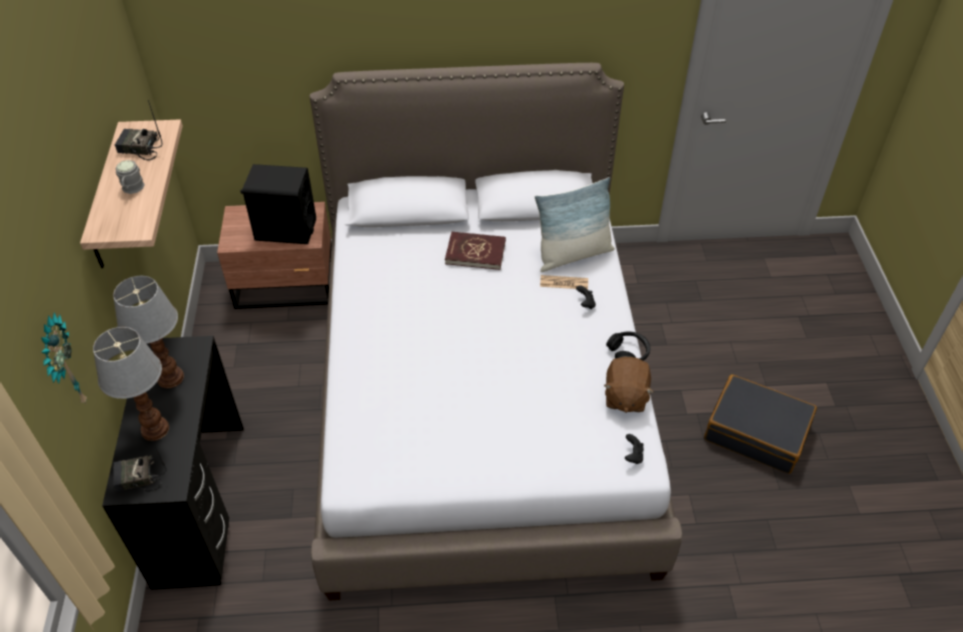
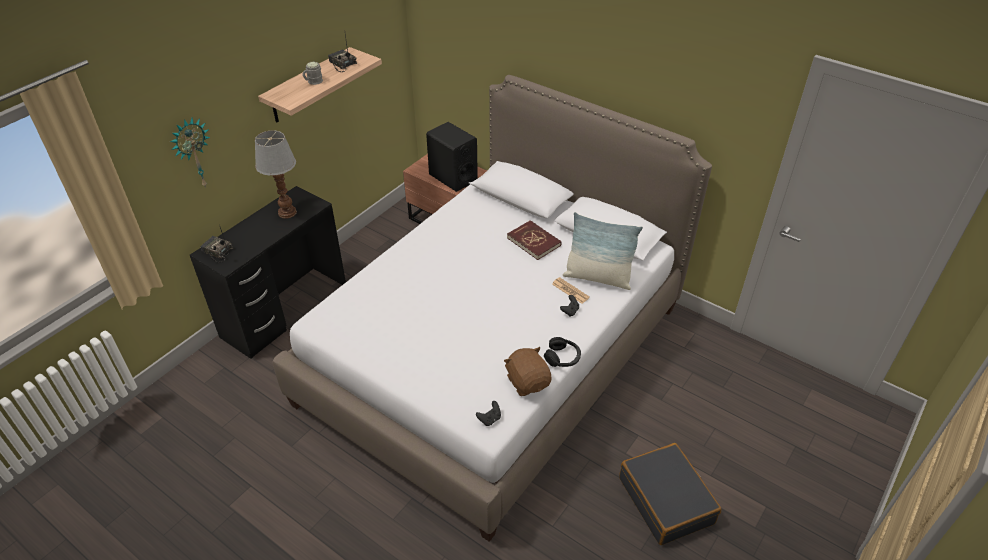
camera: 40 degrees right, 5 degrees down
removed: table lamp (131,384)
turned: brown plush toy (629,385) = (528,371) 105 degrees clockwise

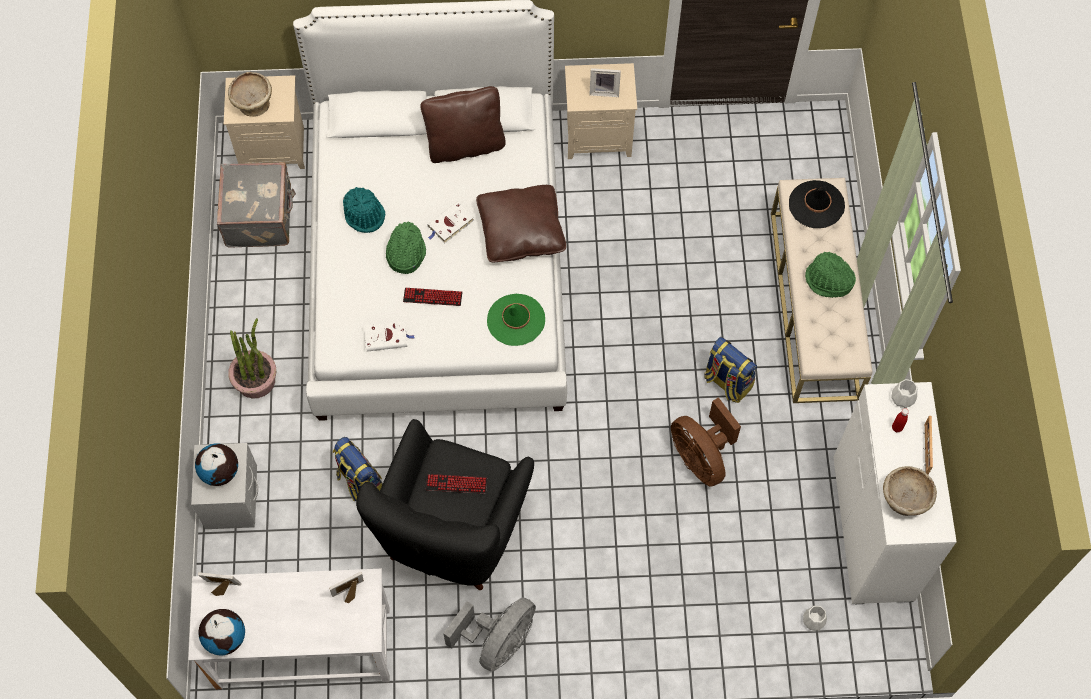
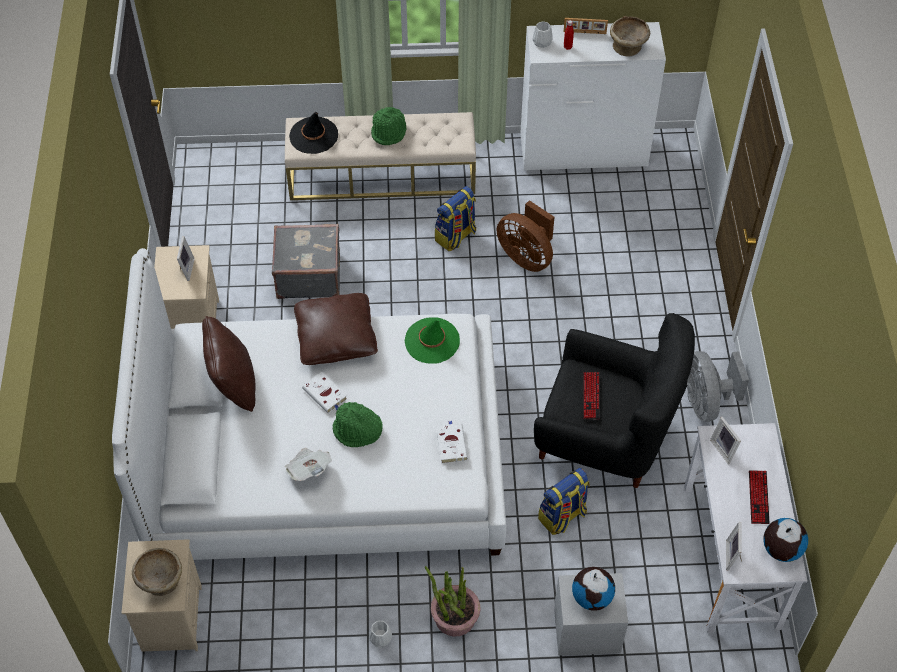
camera: 90 degrees left, 10 degrees down
moved: grey suitcase (256,205) to (306,261); white vase (815,618) to (380,634); keyboard (432,297) to (759,497)
replaced: turquoise hat (364,210) to newspaper (308,464)
turned: brown fan (706,441) = (525,236) 75 degrees clockwise; grey fan (489,634) = (718,386) 135 degrees counterclockwise

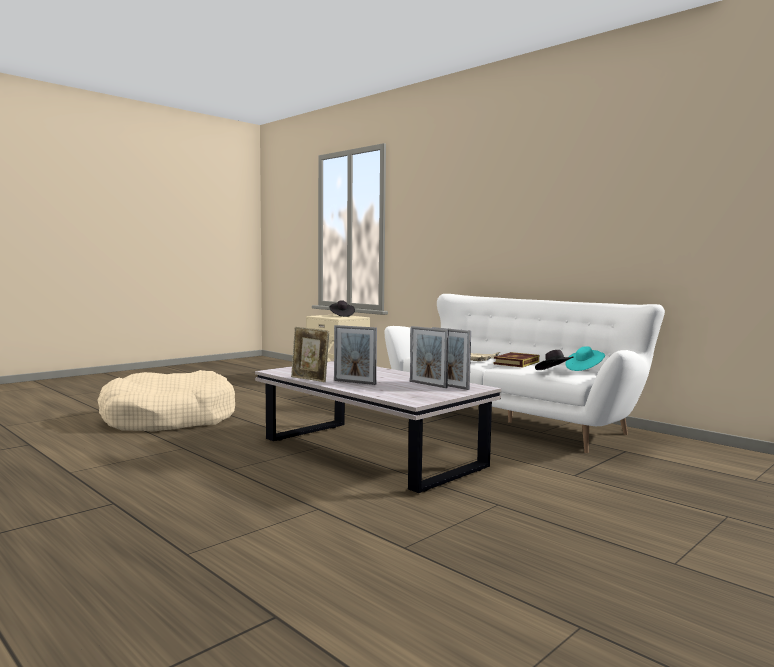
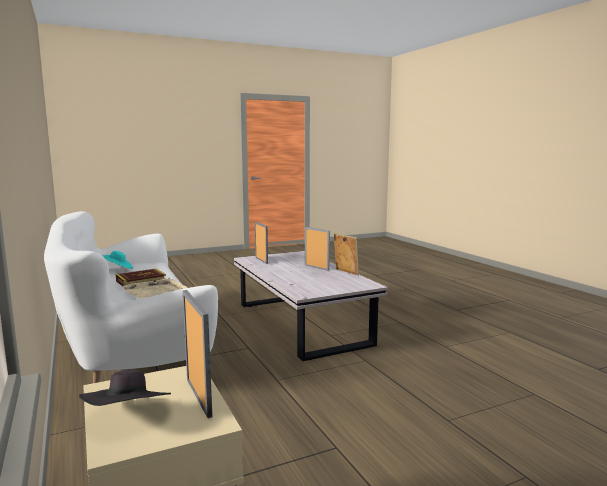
camera: 160 degrees left, 5 degrees up
removed: beige dog bed (166,401); black hat (554,360)
moved: picture frame (429,357) to (197,354)

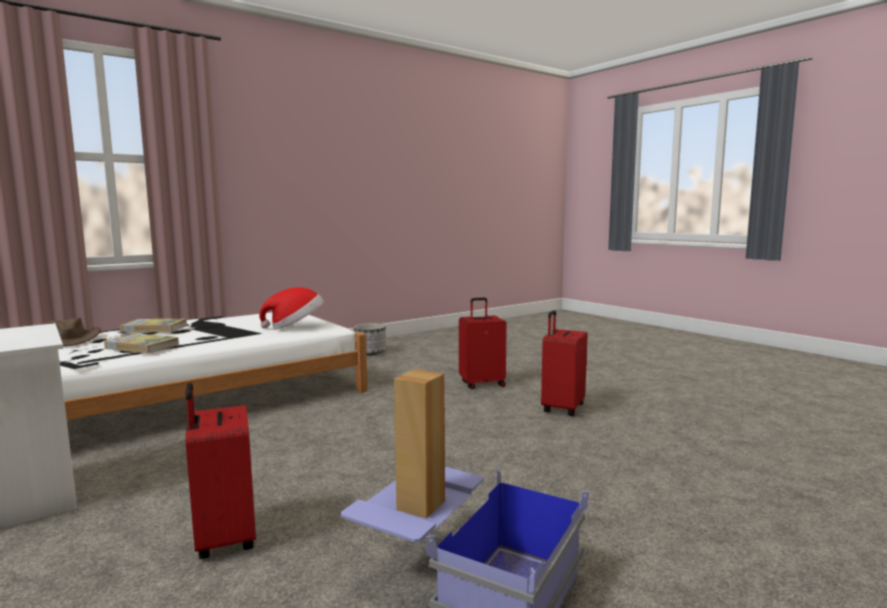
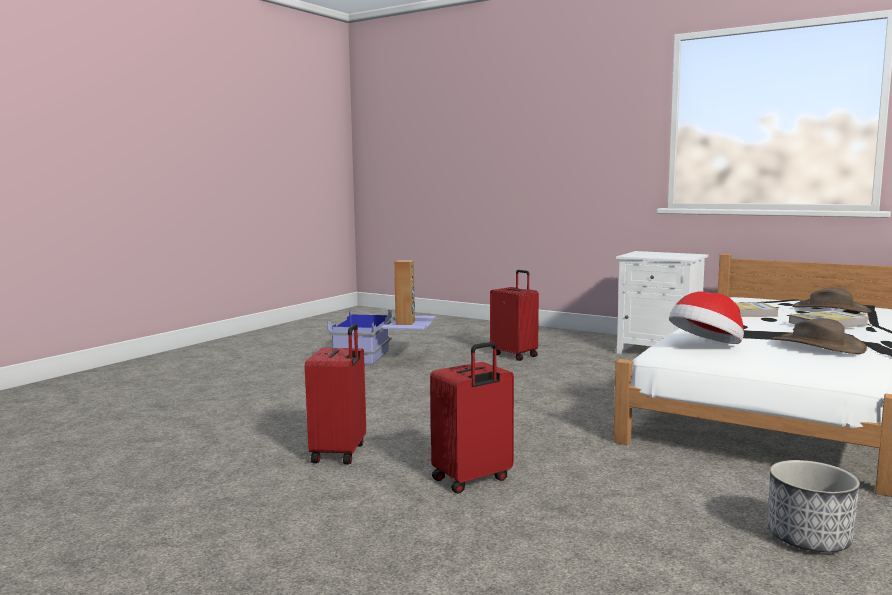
camera: 160 degrees right, 0 degrees up
added: brown hat (819,336)

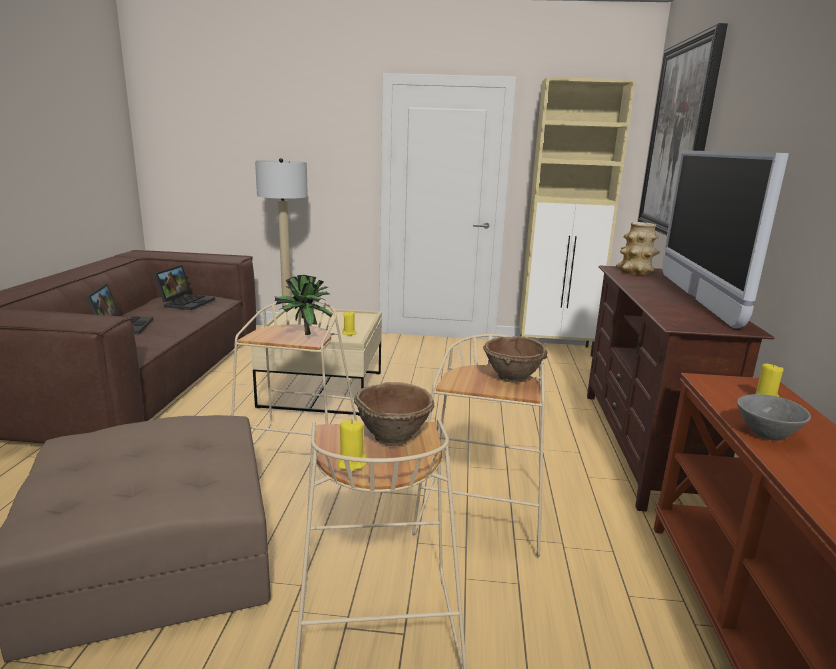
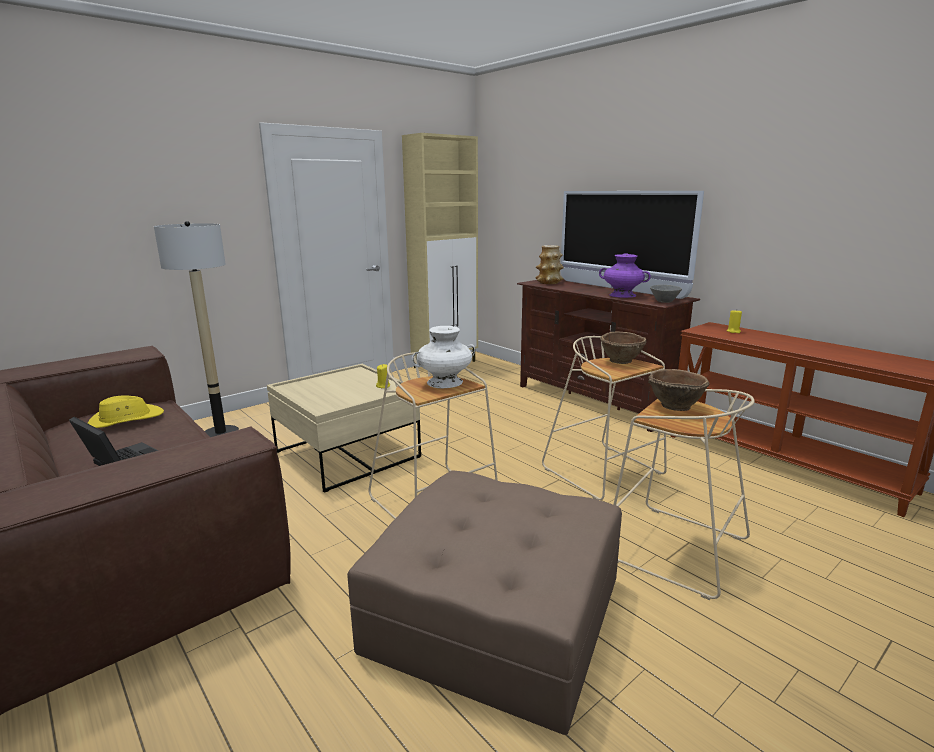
camera: 45 degrees left, 0 degrees up
removed: yellow candle (352,446); picture (683,129)
added: purple vase (625,275)
moved: grey bowl (774,417) to (666,294)
replaced: laptop (184,287) to yellow hat (126,411); potted plant (304,305) to white vase (443,357)

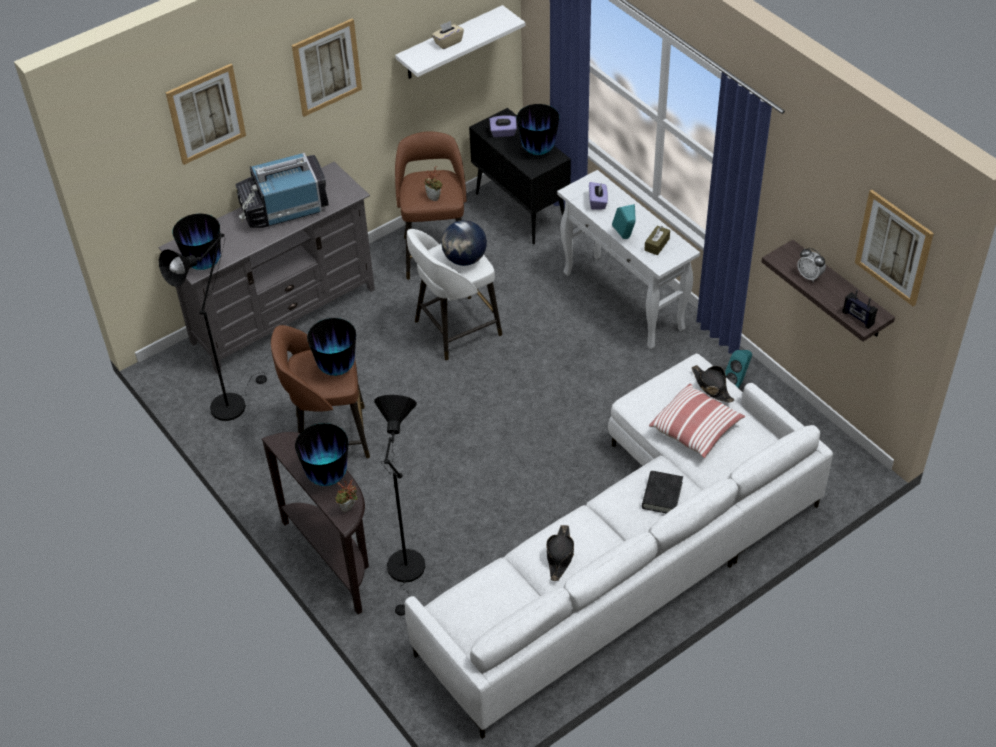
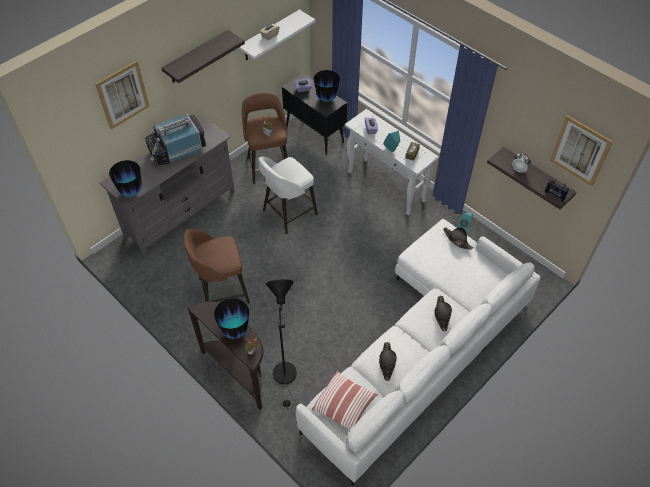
camera: 10 degrees left, 5 degrees up
removed: black floor lamp (213,326); vase (331,347); globe (464,243)
moved: pillow (697,421) to (345,401)
replaced: picture (327,67) to shelf (203,56); black book (662,492) to black hat (443,313)

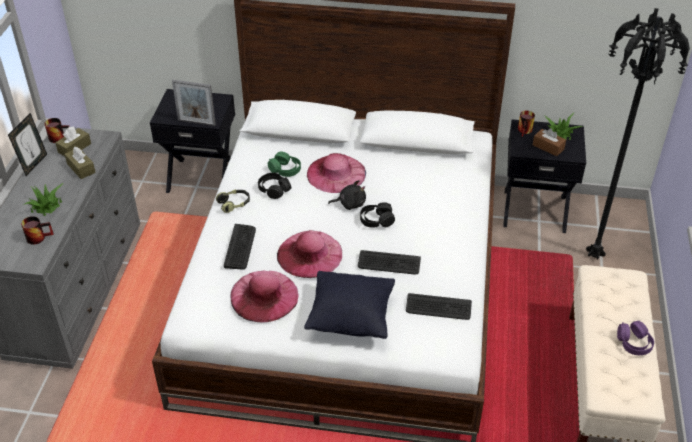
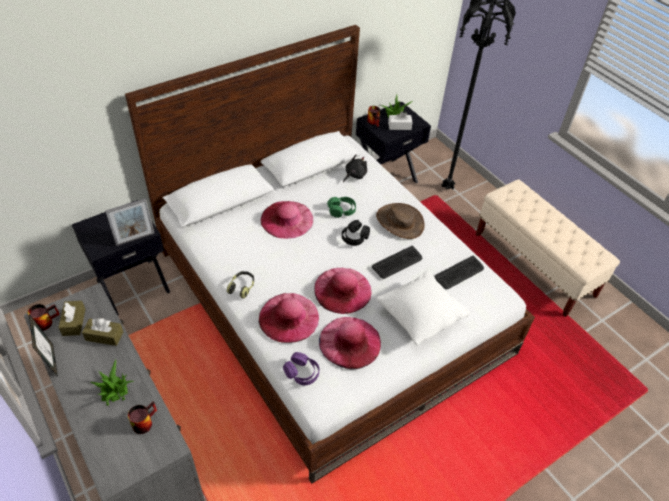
camera: 45 degrees left, 5 degrees up
removed: black headphones (274,186)
added: brown hat (400,221)
moved: purple headphones (635,338) to (301,368); green headphones (284,164) to (341,207); black plush toy (347,195) to (355,168)
replaced: keyboard (240,247) to pink hat (289,318)
recoloured: black pillow (349,305) to white pillow (423,308); brown tissue box (549,142) to white tissue box (400,120)

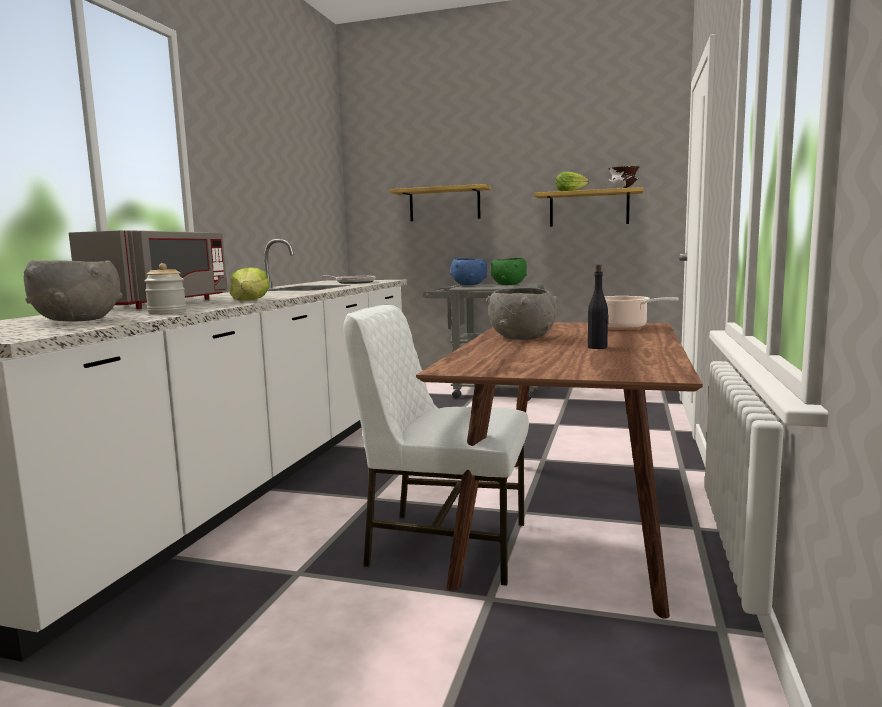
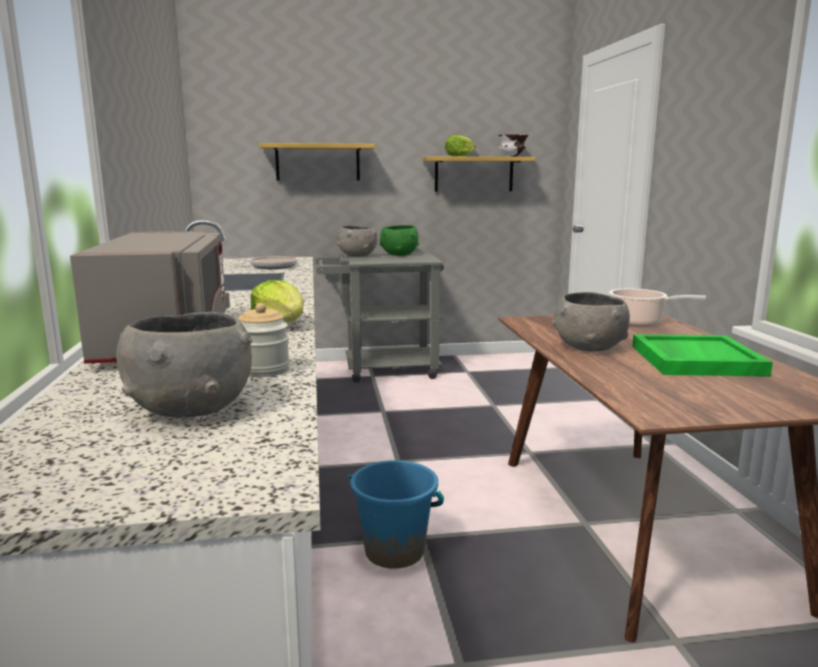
camera: 25 degrees left, 5 degrees up
removed: white chair (436,445)
added: blue bucket (396,514)
replaced: black bottle (598,306) to green tray (702,355)
recoloured: blue bowl (468,271) to grey bowl (357,240)

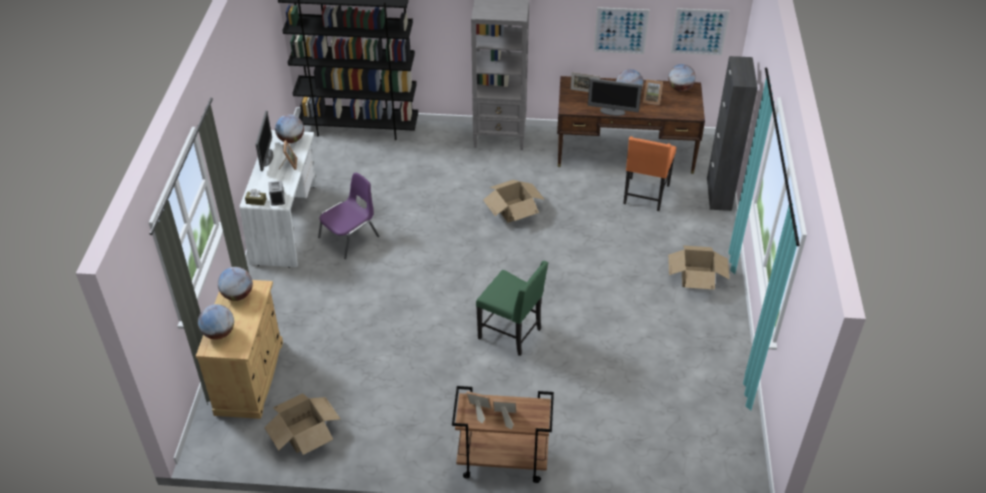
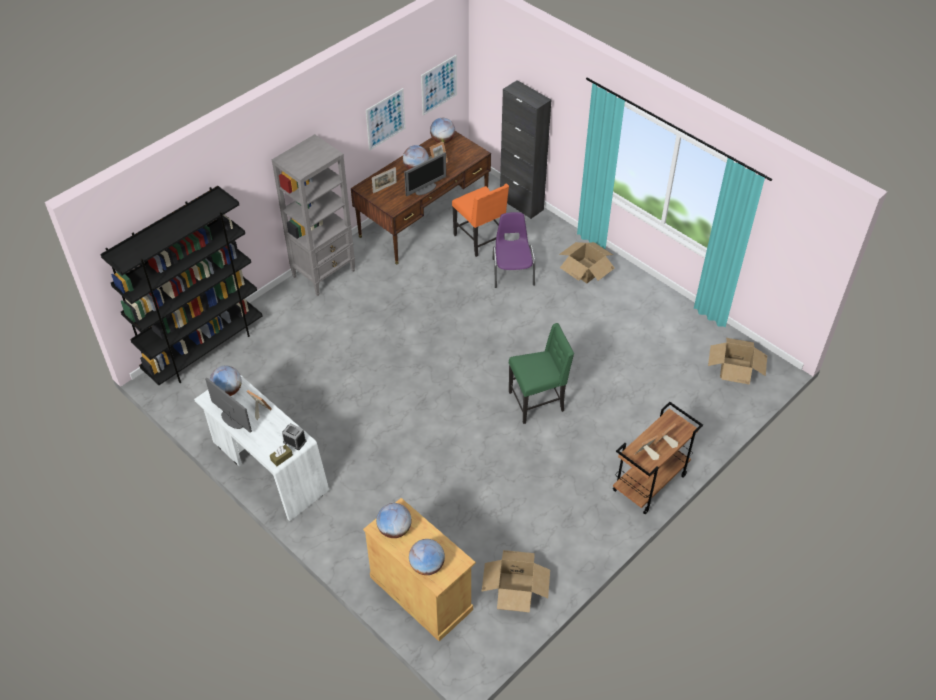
camera: 50 degrees left, 5 degrees up
moved: purple chair (348,216) to (514,250); cardboard box (514,201) to (737,361)

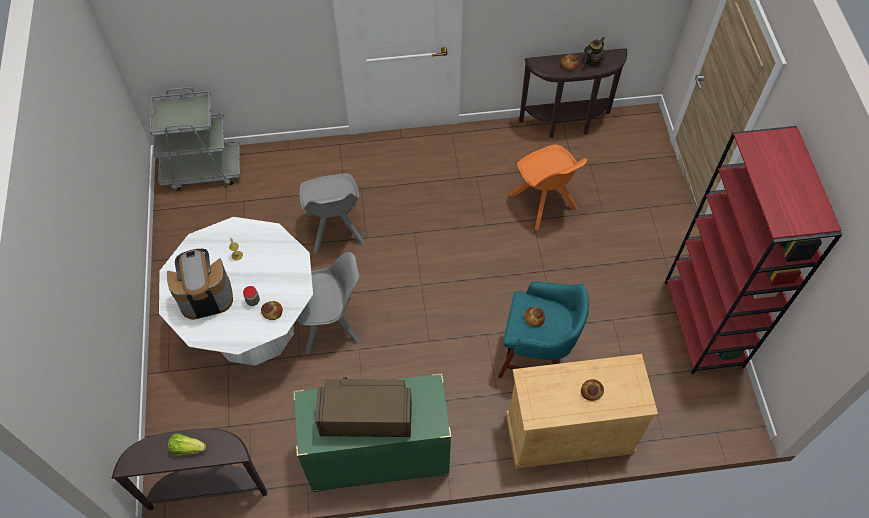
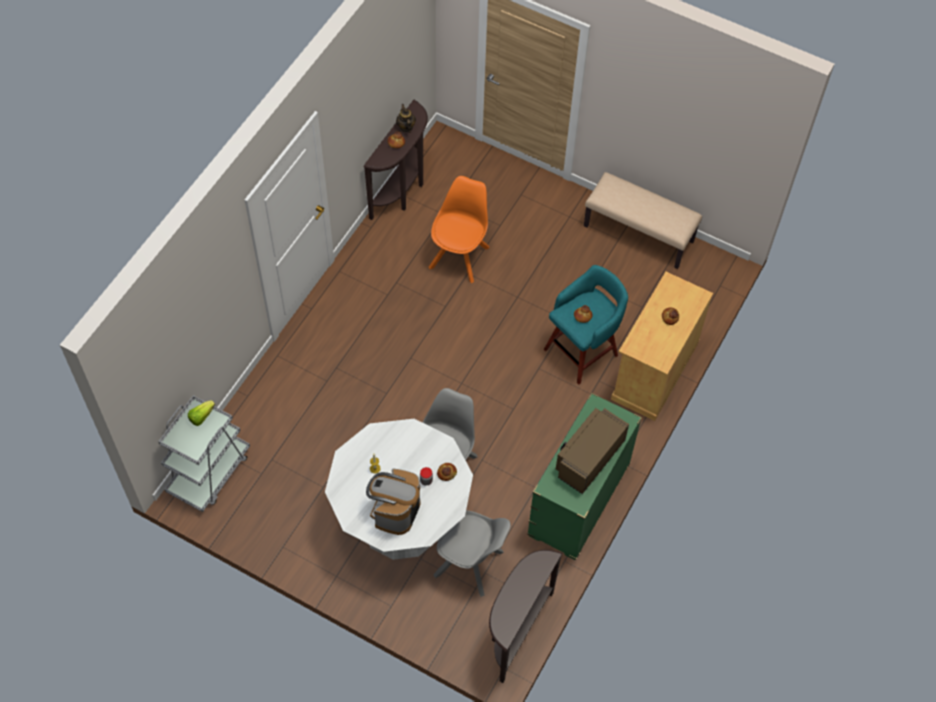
camera: 55 degrees left, 0 degrees up
moved: lettuce (187,444) to (201,413); grey chair (332,213) to (472,553)
replaced: red bookcase (754,250) to beige bench (643,220)
turned: orange chair (548,187) = (459,229) 75 degrees counterclockwise

